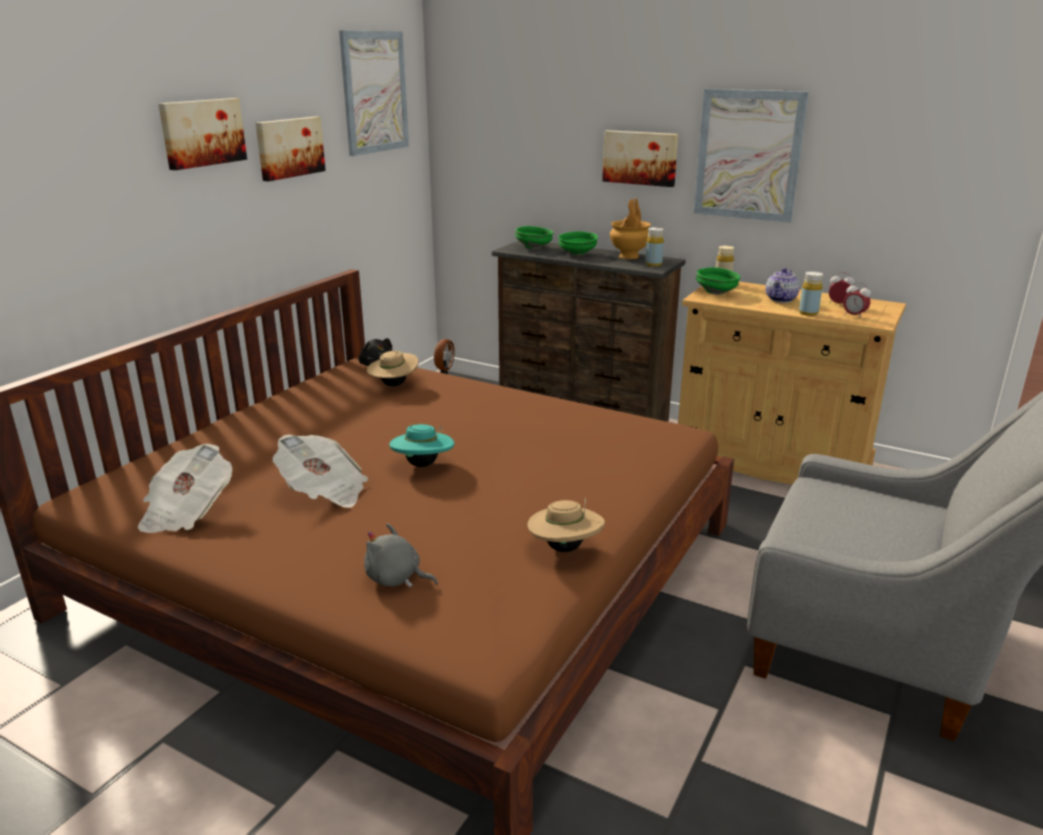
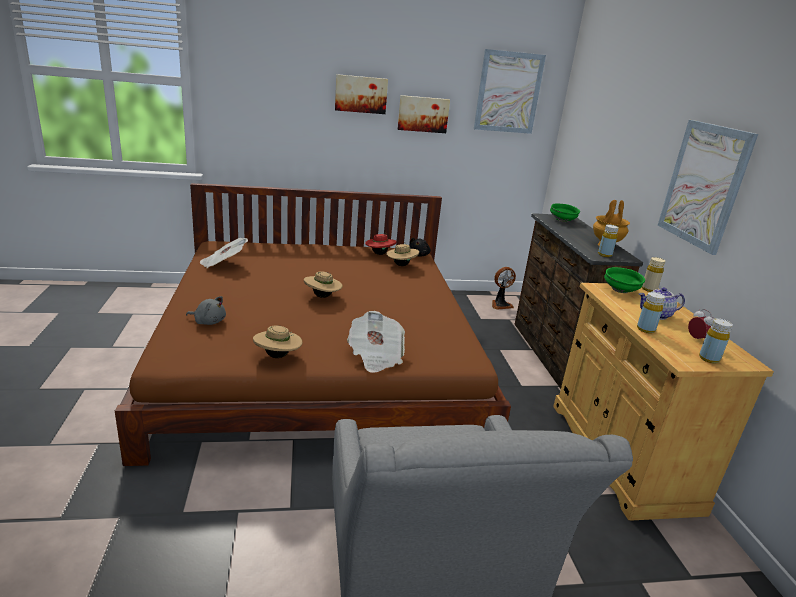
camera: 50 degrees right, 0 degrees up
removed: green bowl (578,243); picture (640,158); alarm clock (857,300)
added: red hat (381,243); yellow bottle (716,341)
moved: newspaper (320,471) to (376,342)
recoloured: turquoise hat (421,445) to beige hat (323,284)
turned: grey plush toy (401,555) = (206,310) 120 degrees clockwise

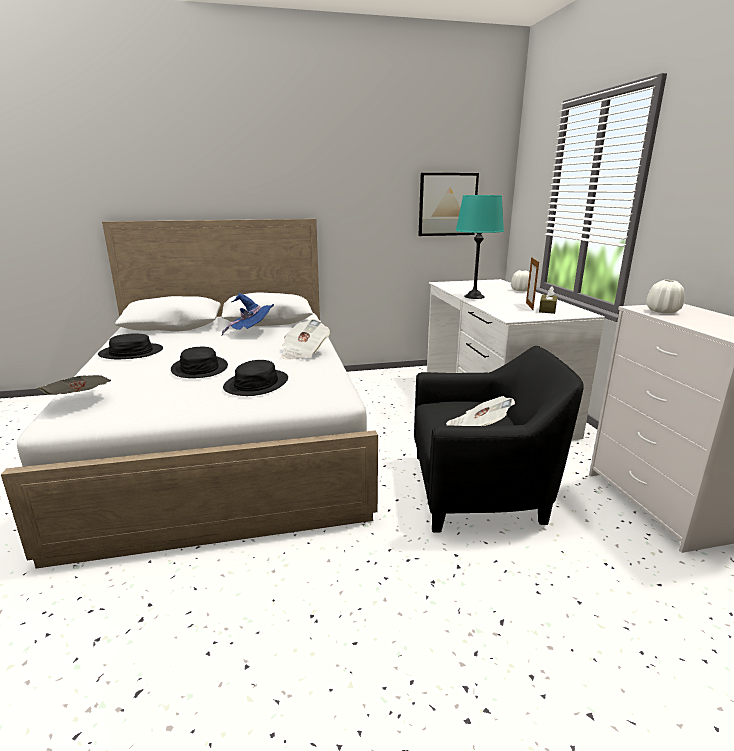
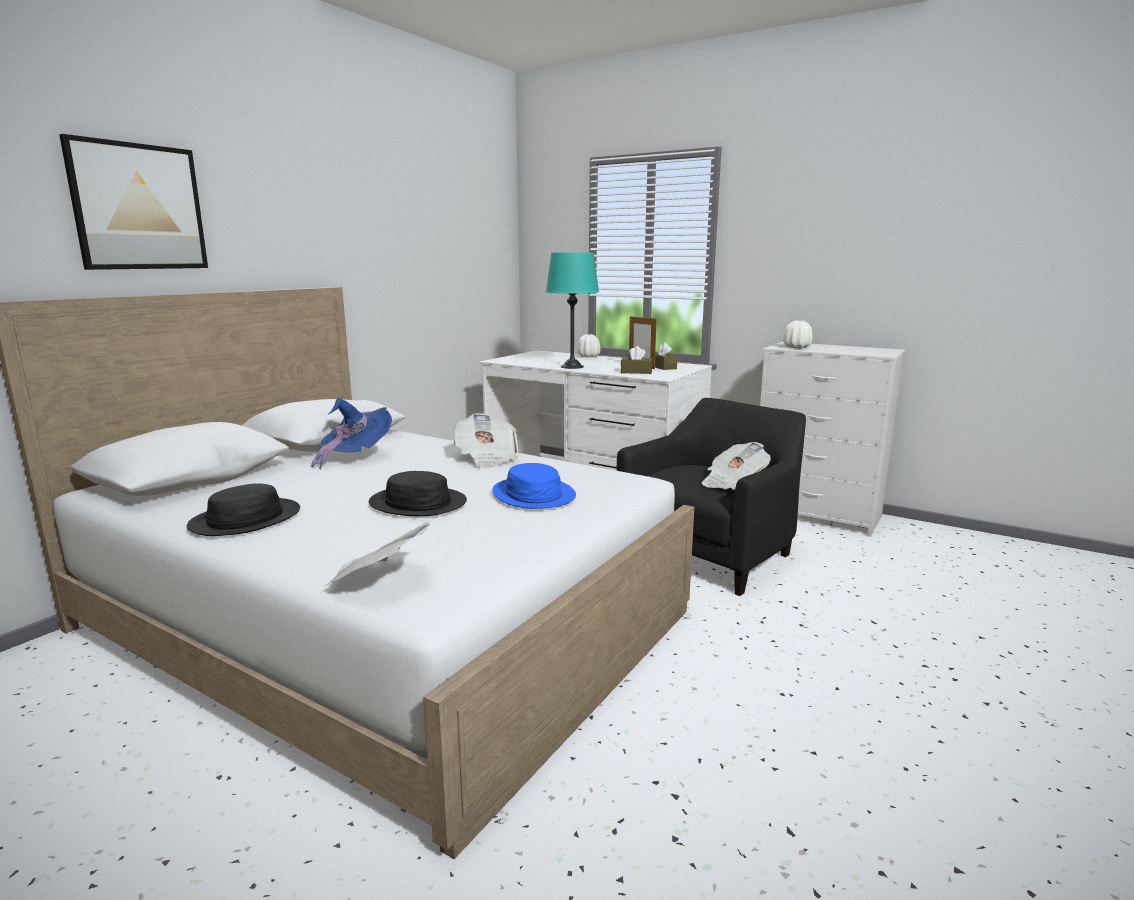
camera: 45 degrees left, 5 degrees down
added: brown tissue box (637,360)
moved: picture (448,204) to (133,202)
recoloured: black hat (255,378) to blue hat (534,486)

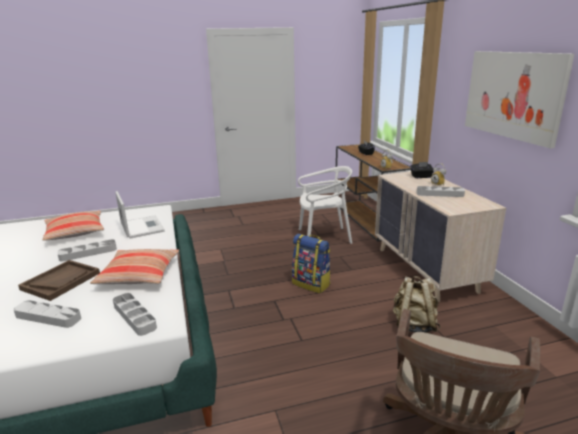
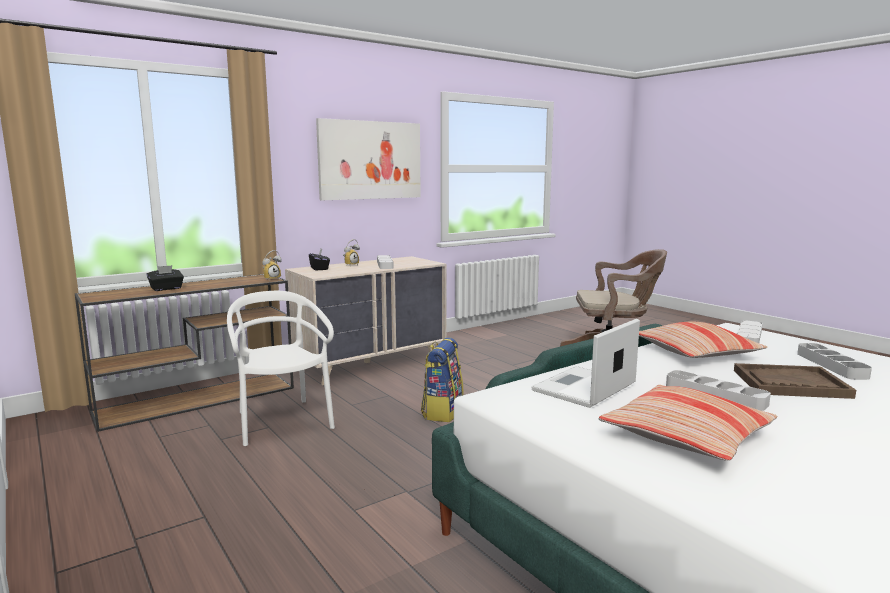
camera: 110 degrees left, 10 degrees down
removed: beige backpack (417,304)

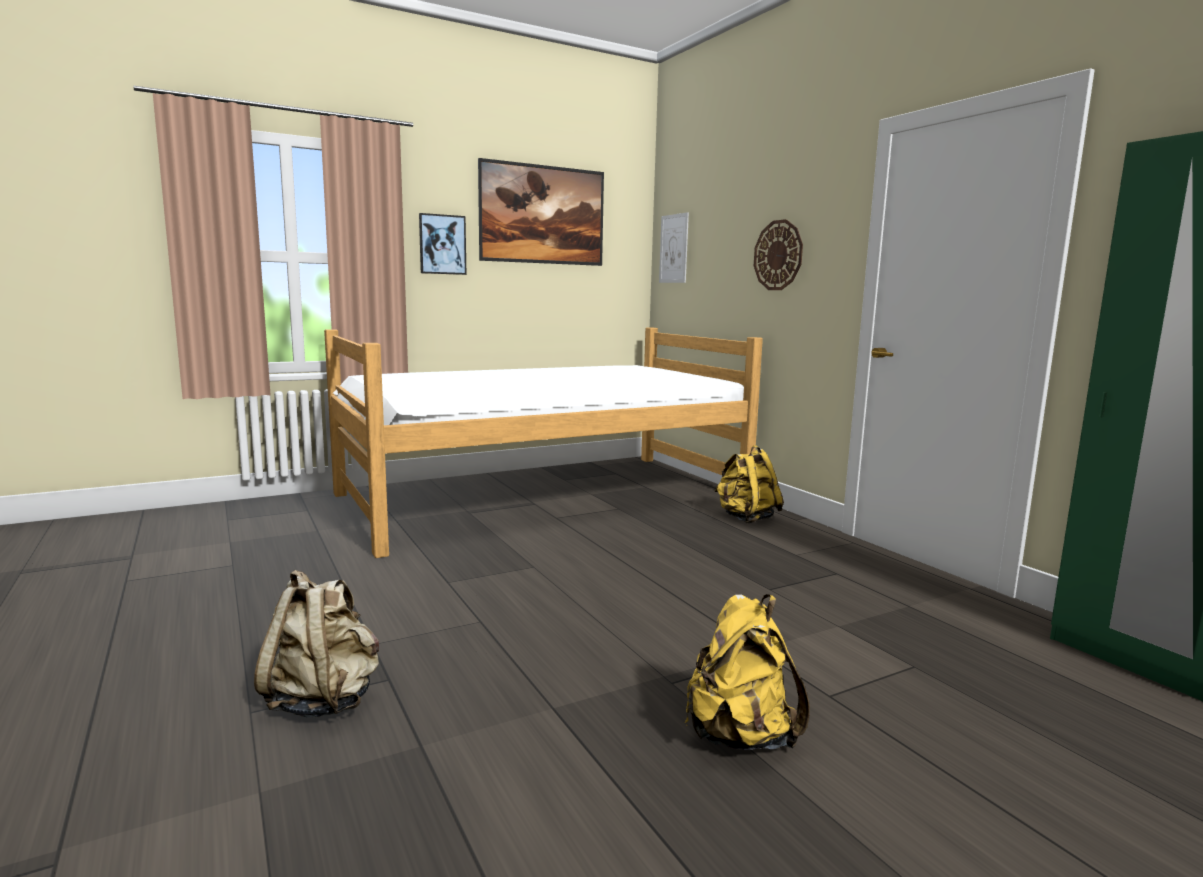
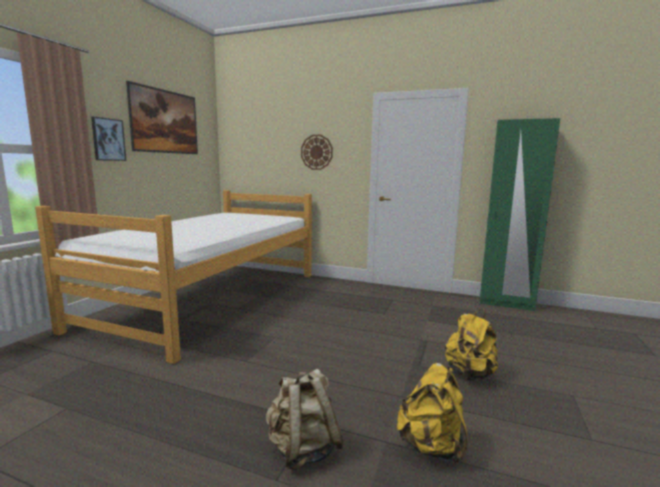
camera: 40 degrees left, 0 degrees up
removed: picture (674,247)
moved: yellow backpack (749,484) to (432,414)

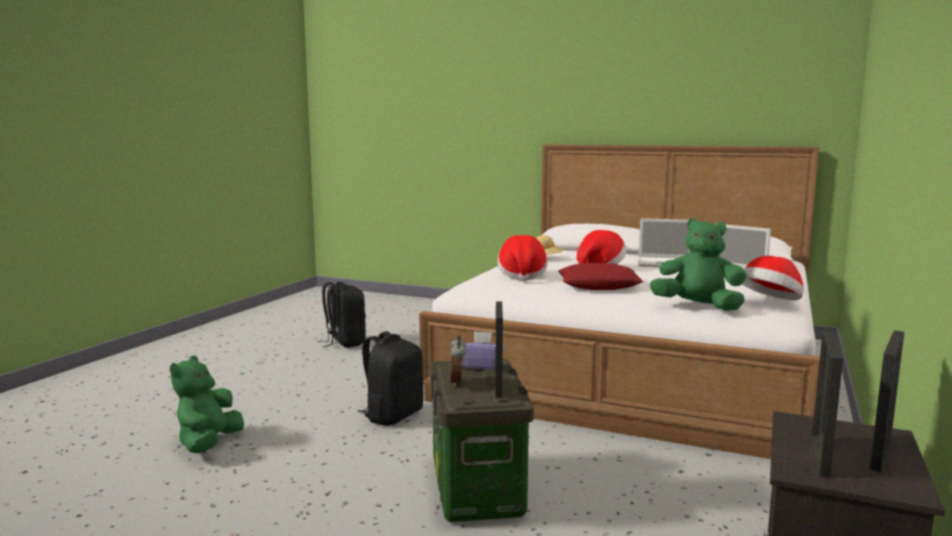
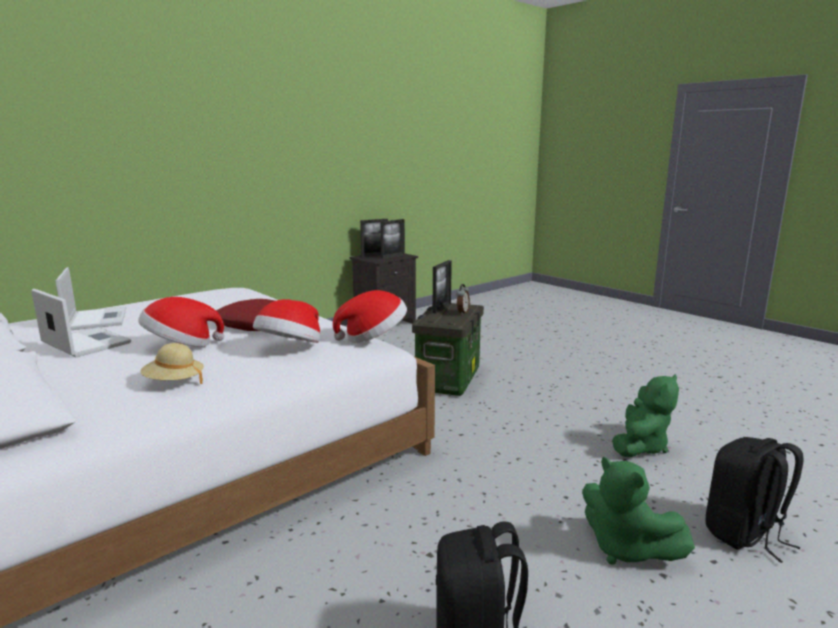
camera: 155 degrees left, 5 degrees up
removed: purple tissue box (483,350)
moved: hat (773,278) to (370,316); green plush toy (698,264) to (638,511); black backpack (390,378) to (754,500)

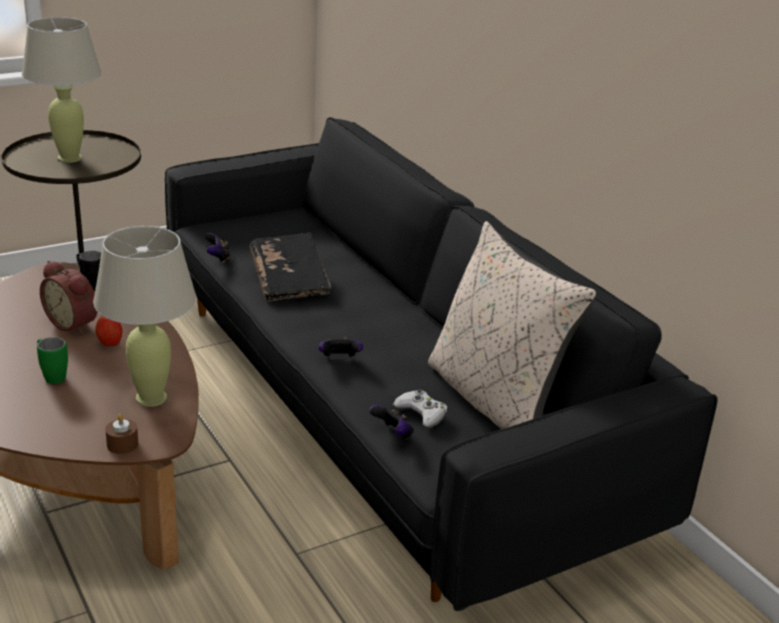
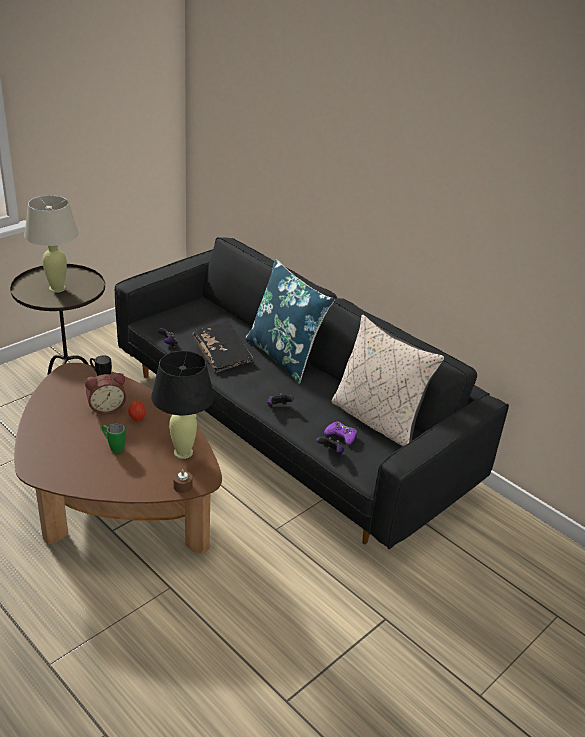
camera: 15 degrees left, 5 degrees up
added: blue pillow (290,321)
recoloured: beige table lamp (144,316) to black table lamp (182,405); white game controller (420,408) to purple game controller (340,433)
turned: alarm clock (68,297) = (105,393) 45 degrees counterclockwise

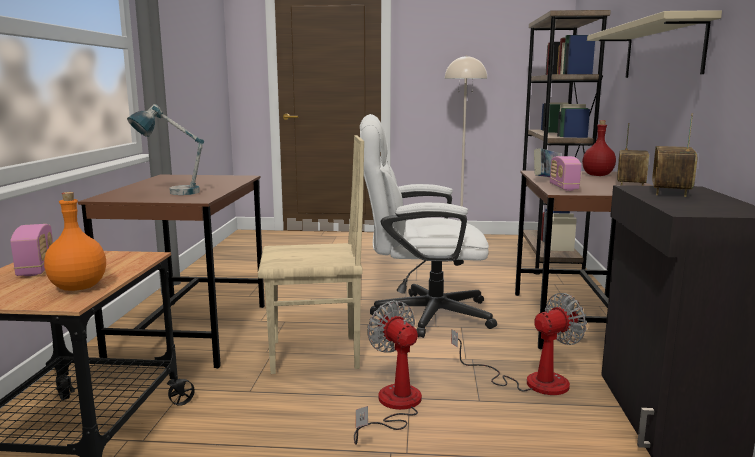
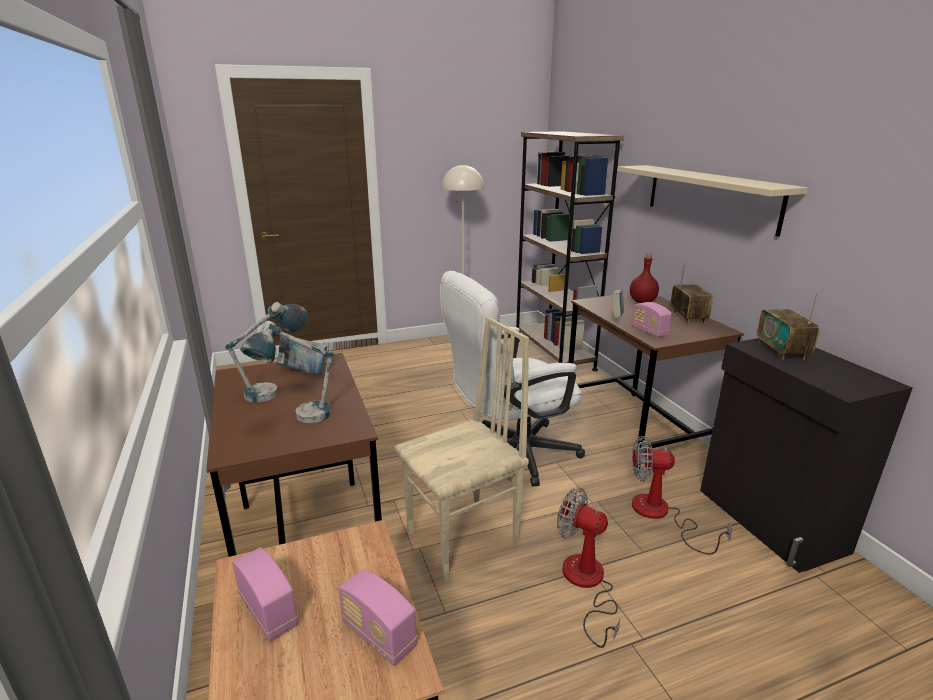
camera: 25 degrees left, 10 degrees up
added: table lamp (266,352); book (302,355)
replaced: orange bottle (75,241) to radio (377,618)
turned: fan (519,344) = (682,495) 120 degrees counterclockwise

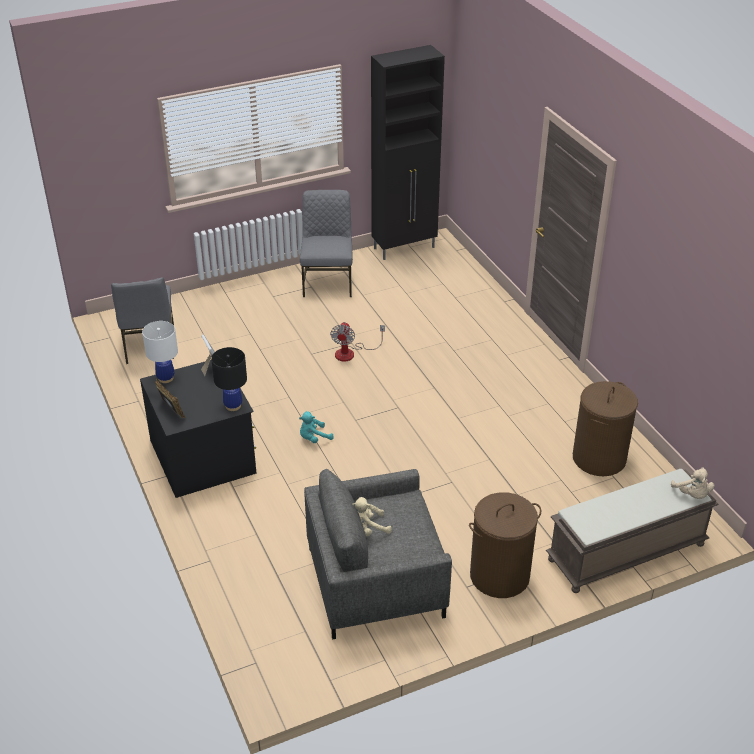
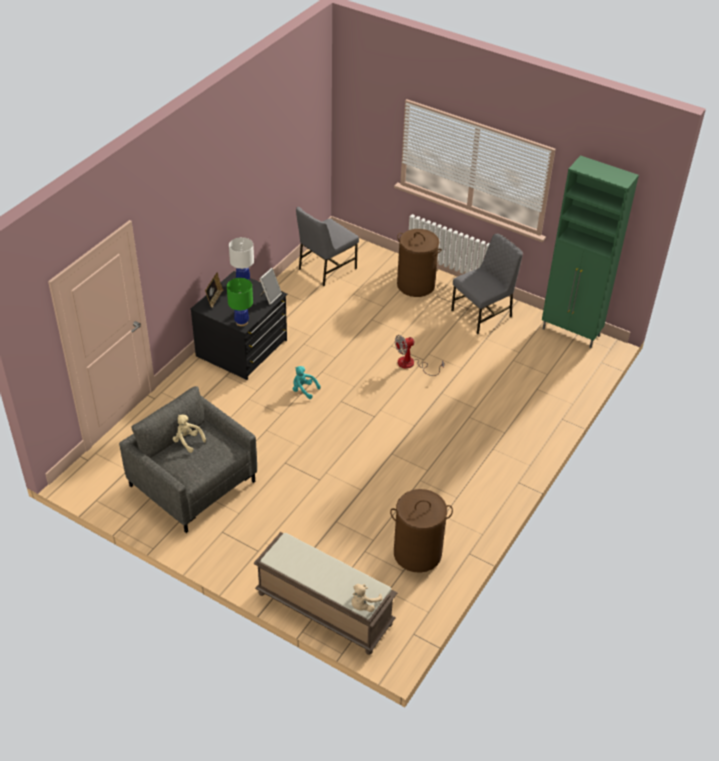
camera: 55 degrees right, 5 degrees up
moved: brown laundry basket (505,545) to (419,263)
recoloured: black table lamp (229,379) to green table lamp (240,302); black cabinet (408,152) to green cabinet (590,252)

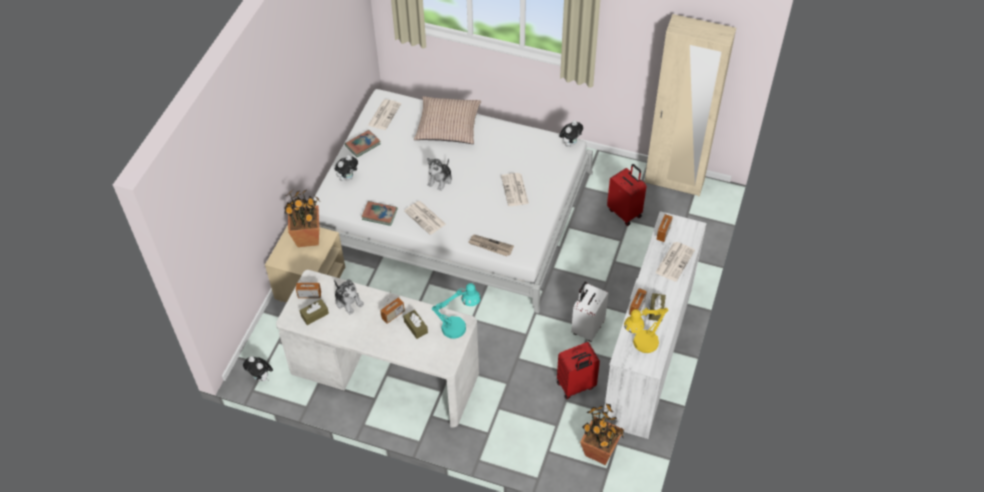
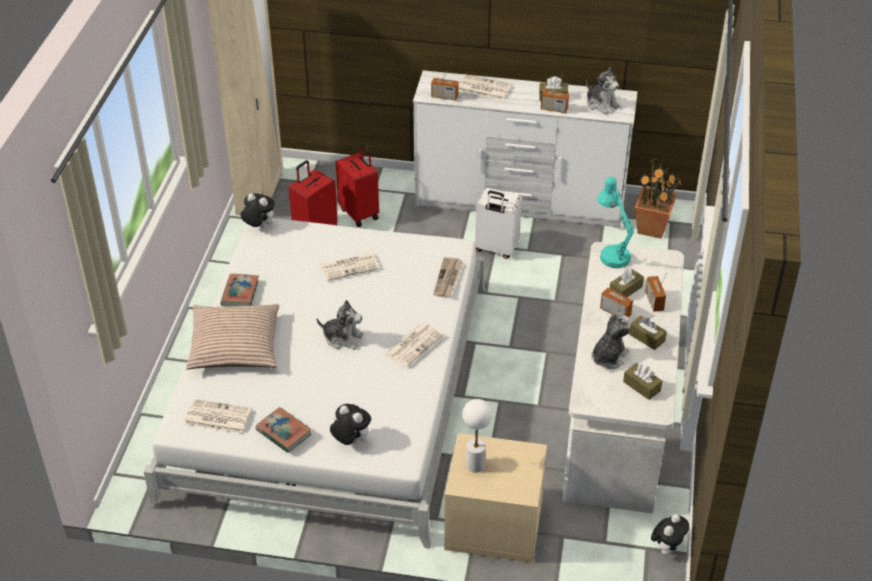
camera: 100 degrees left, 10 degrees down
added: brown tissue box (648,332)
moved: book (379,213) to (239,290); red suitcase (578,370) to (357,185); radio (308,289) to (656,292)
replaced: potted plant (301,218) to white table lamp (477,436); yellow table lamp (646,330) to plush toy (603,91)

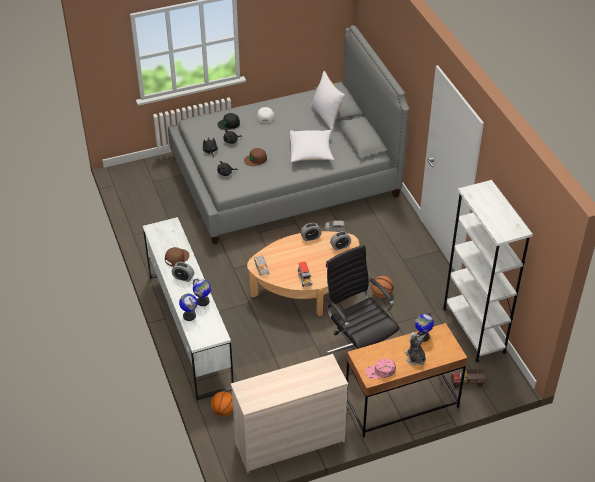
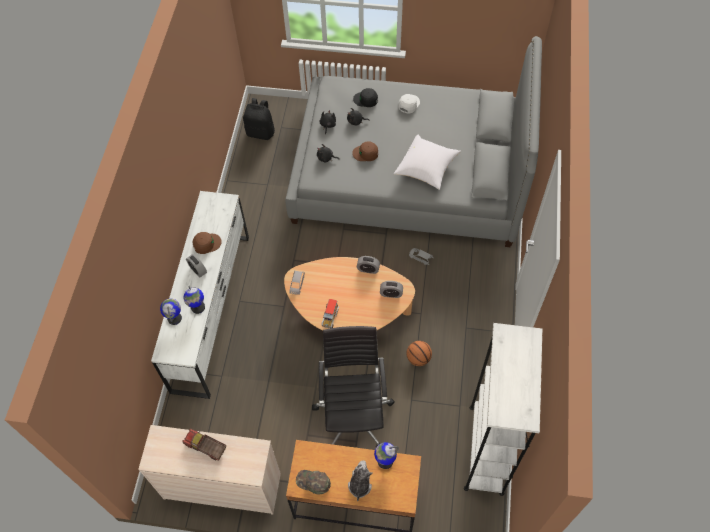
camera: 30 degrees right, 15 degrees up
removed: basketball (222,403); white pillow (328,101)
added: black backpack (259,119)
moved: toy truck (469,378) to (204,445)
recoloured: pink cap (380,368) to green cap (313,482)

